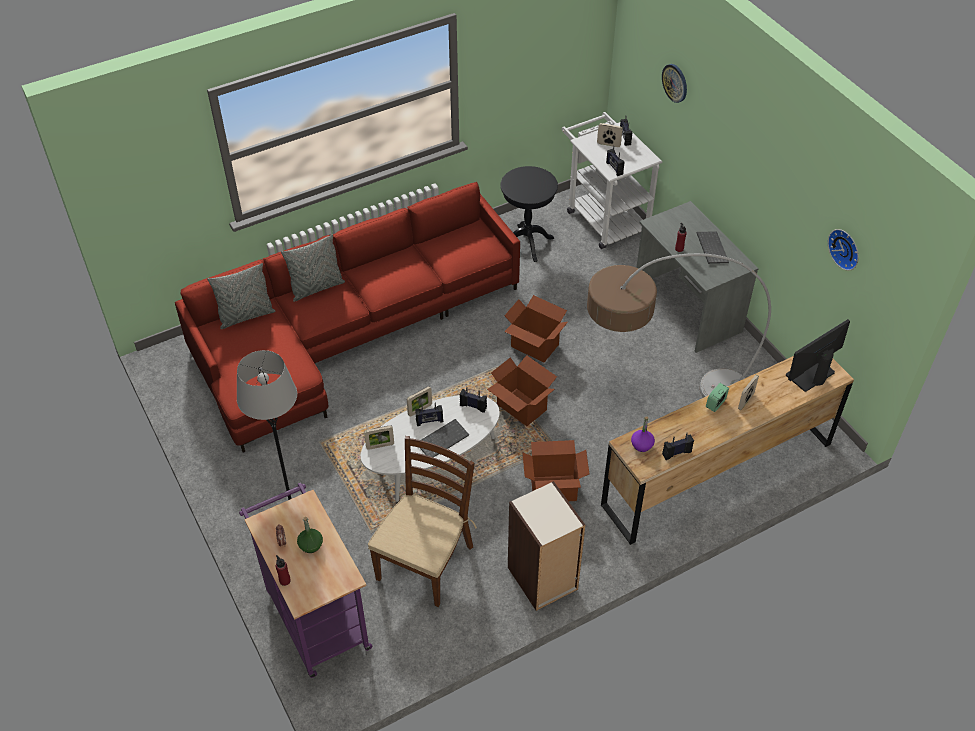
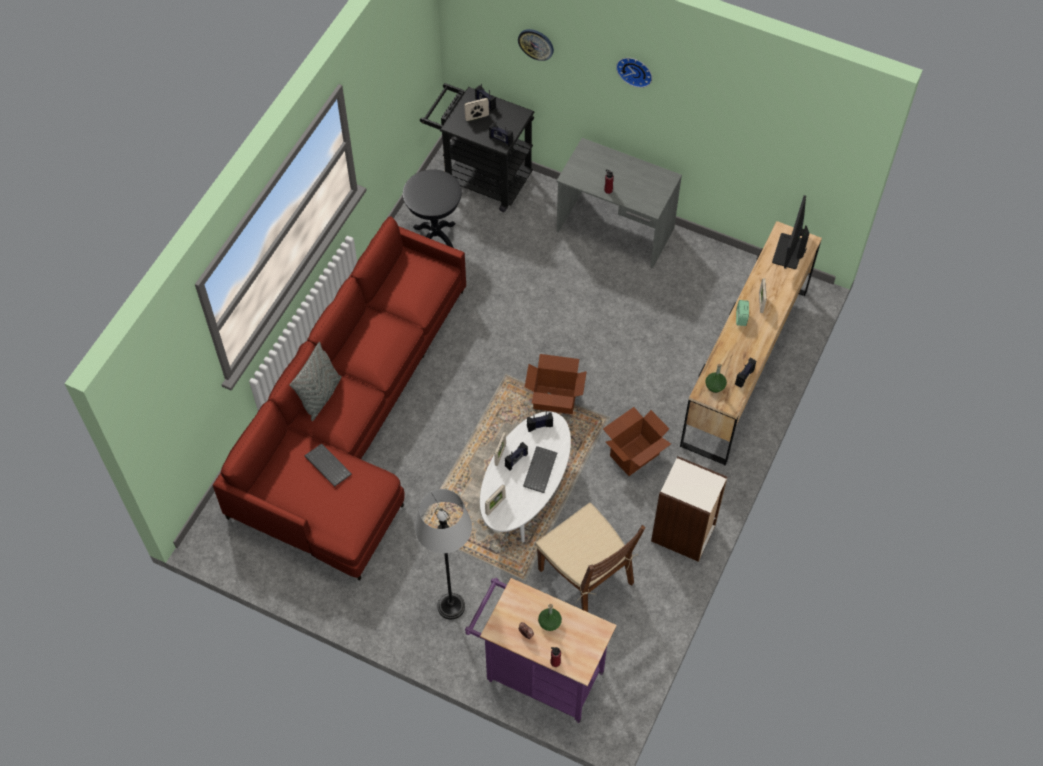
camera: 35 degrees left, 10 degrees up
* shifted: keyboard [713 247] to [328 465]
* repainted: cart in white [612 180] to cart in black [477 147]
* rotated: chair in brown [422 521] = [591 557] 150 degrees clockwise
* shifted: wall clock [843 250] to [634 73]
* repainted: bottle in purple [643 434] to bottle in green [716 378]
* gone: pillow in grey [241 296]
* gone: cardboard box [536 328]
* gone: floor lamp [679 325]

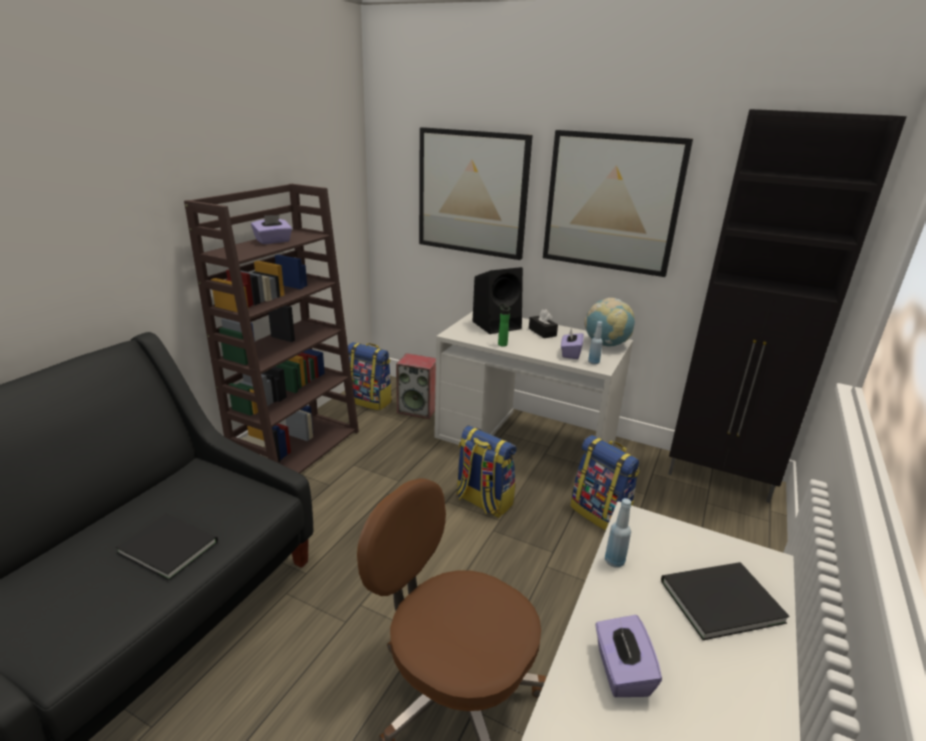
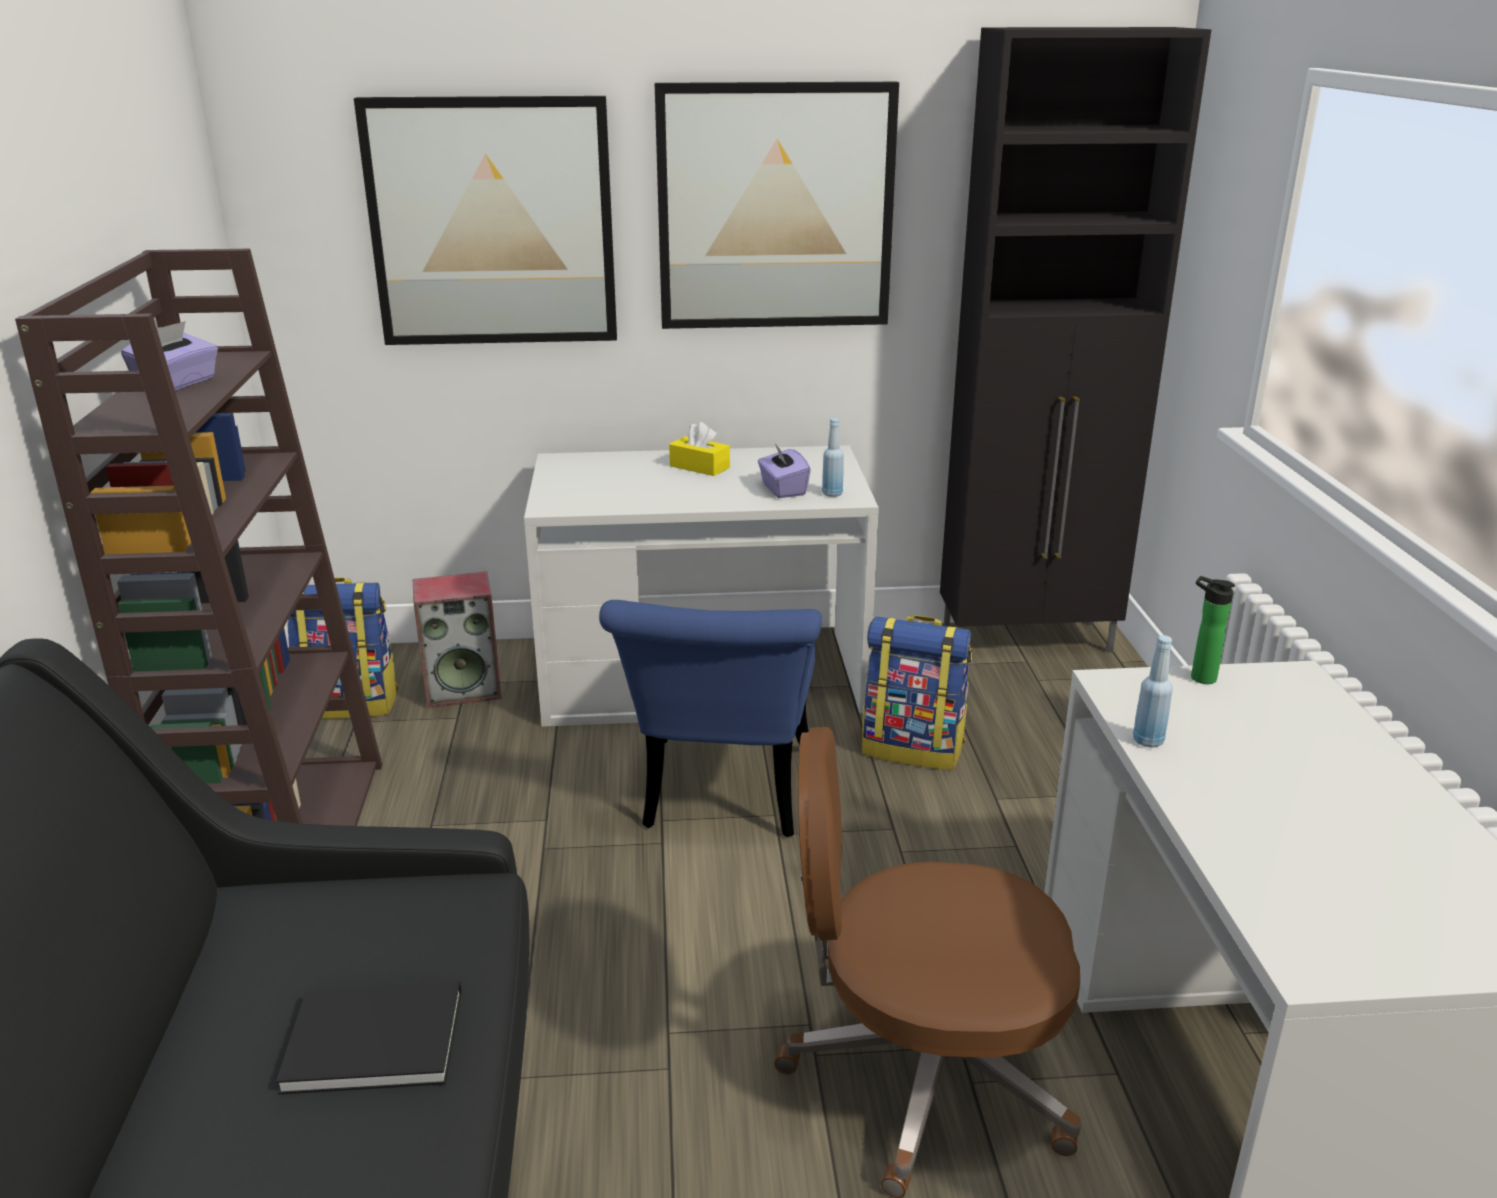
camera: 30 degrees left, 0 degrees up
* swapped: backpack [486 472] to chair in blue [710 718]
* repainted: tissue box in black [543 323] to tissue box in yellow [699 449]
* shifted: bottle [504 325] to [1213 630]
* gone: speaker in black [498 300]
* gone: globe [609 322]
* gone: tissue box in purple [628 656]
* gone: book in black [725 601]

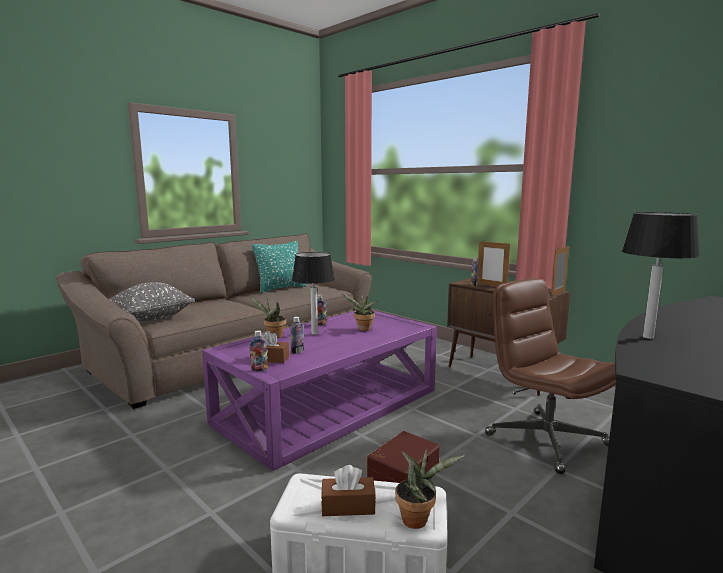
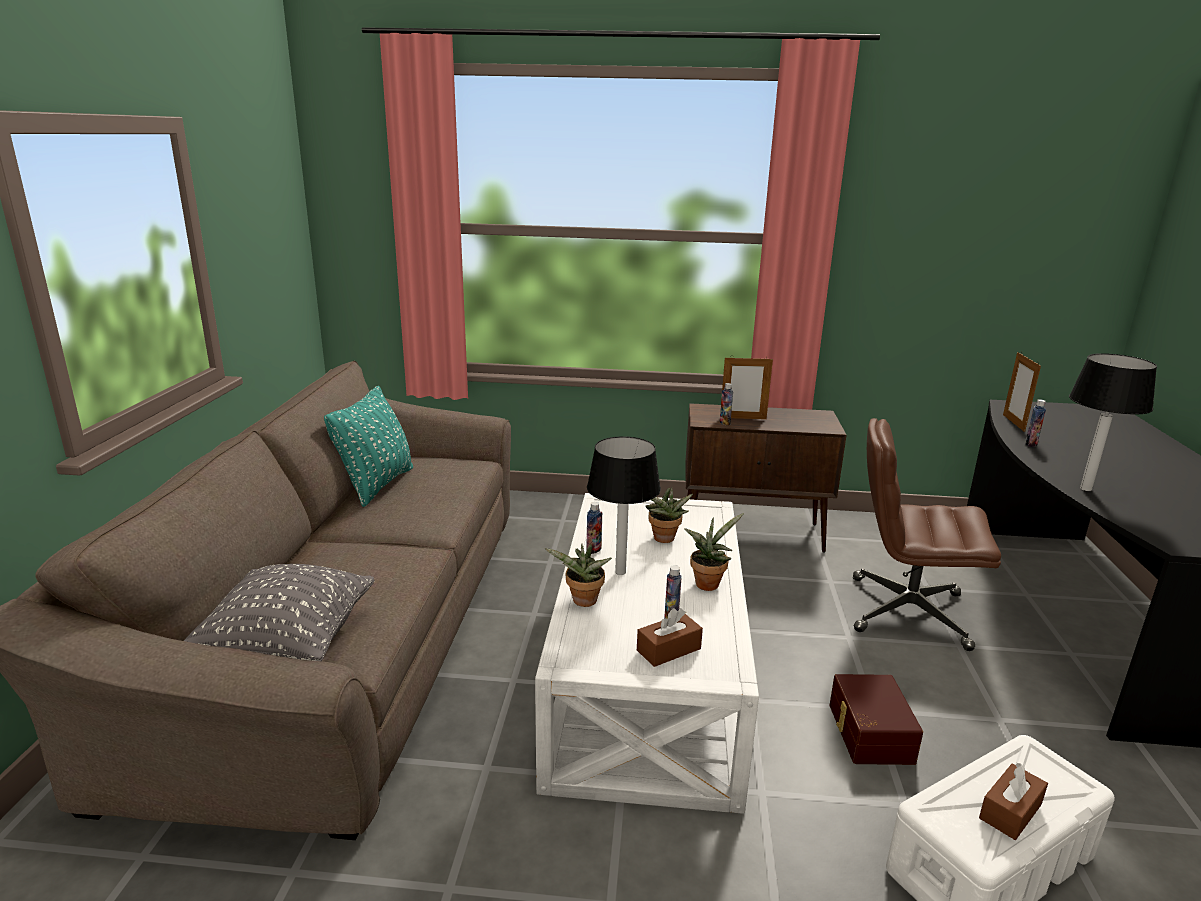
camera: 40 degrees left, 10 degrees up
* repainted: coffee table in purple [319 390] to coffee table in white [647 653]
* shifted: potted plant [429 488] to [714 552]
* shifted: picture frame [560 271] to [1022 392]
* shifted: bottle [259 350] to [1035 423]

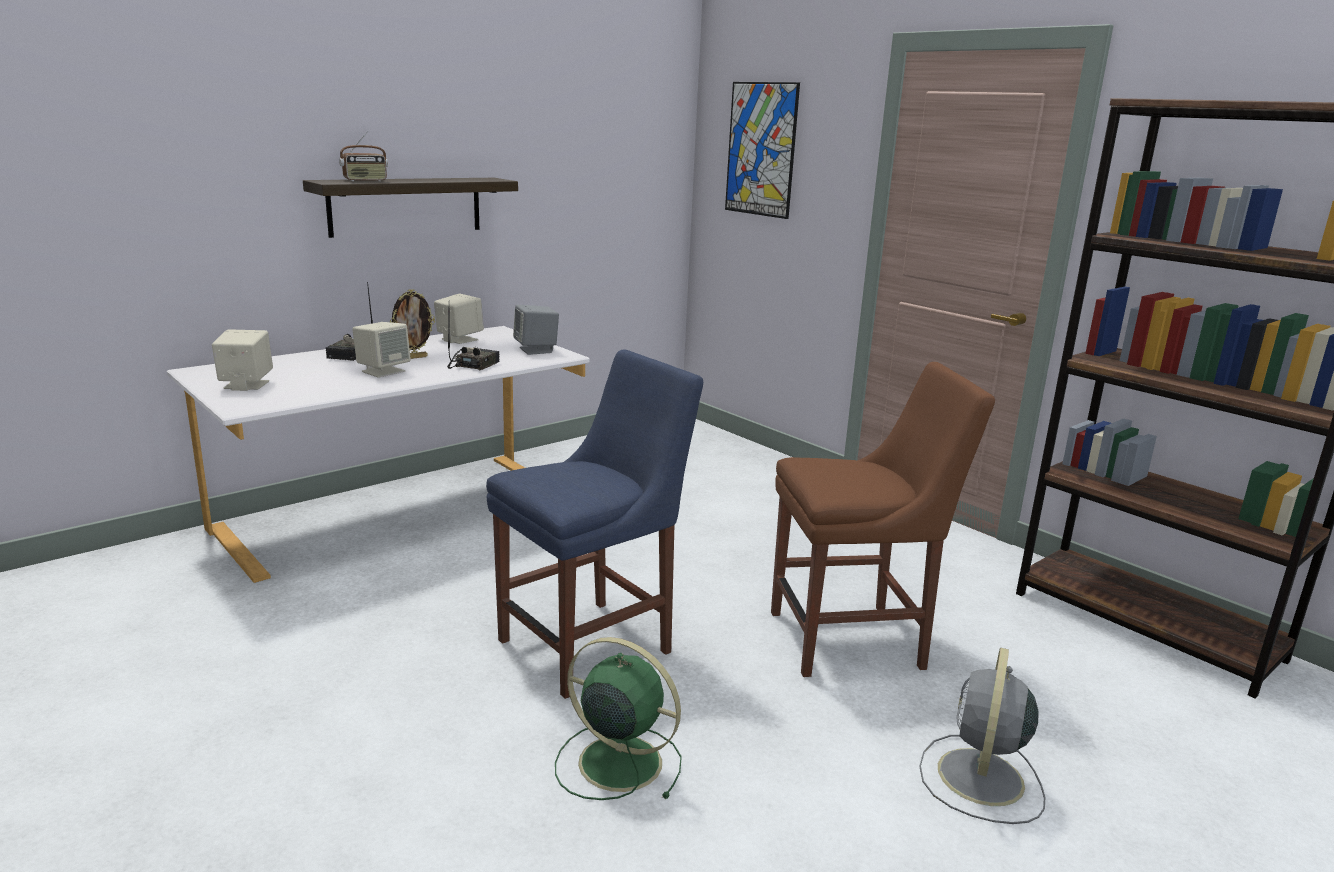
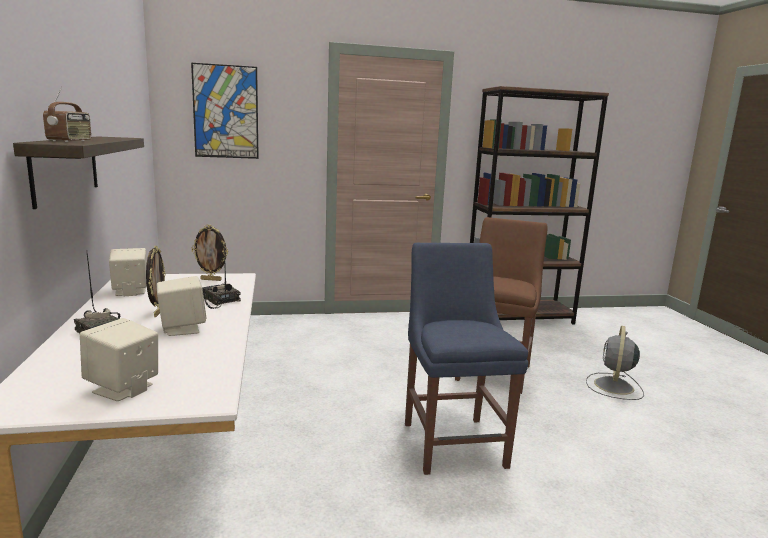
camera: 60 degrees left, 5 degrees down
* swapped: speaker in grey [536 330] to picture frame [209 253]
* rotated: fan in grey [982 735] = [615 363] 60 degrees clockwise
* gone: fan in green [618 718]

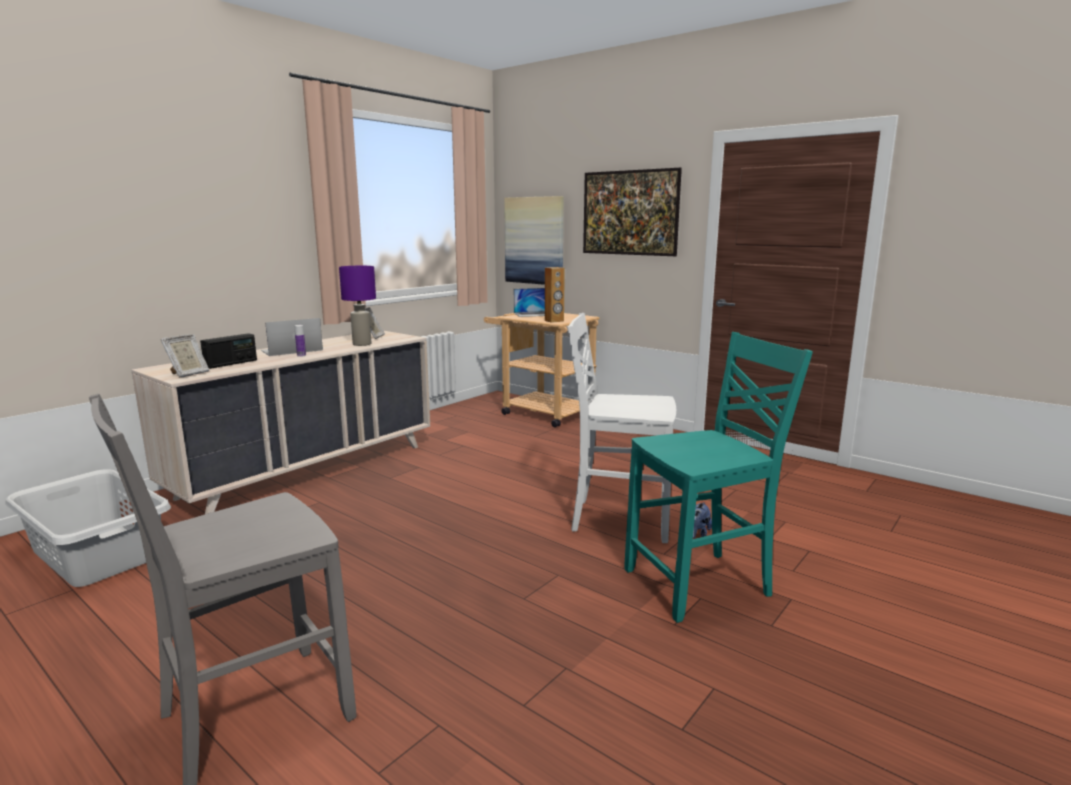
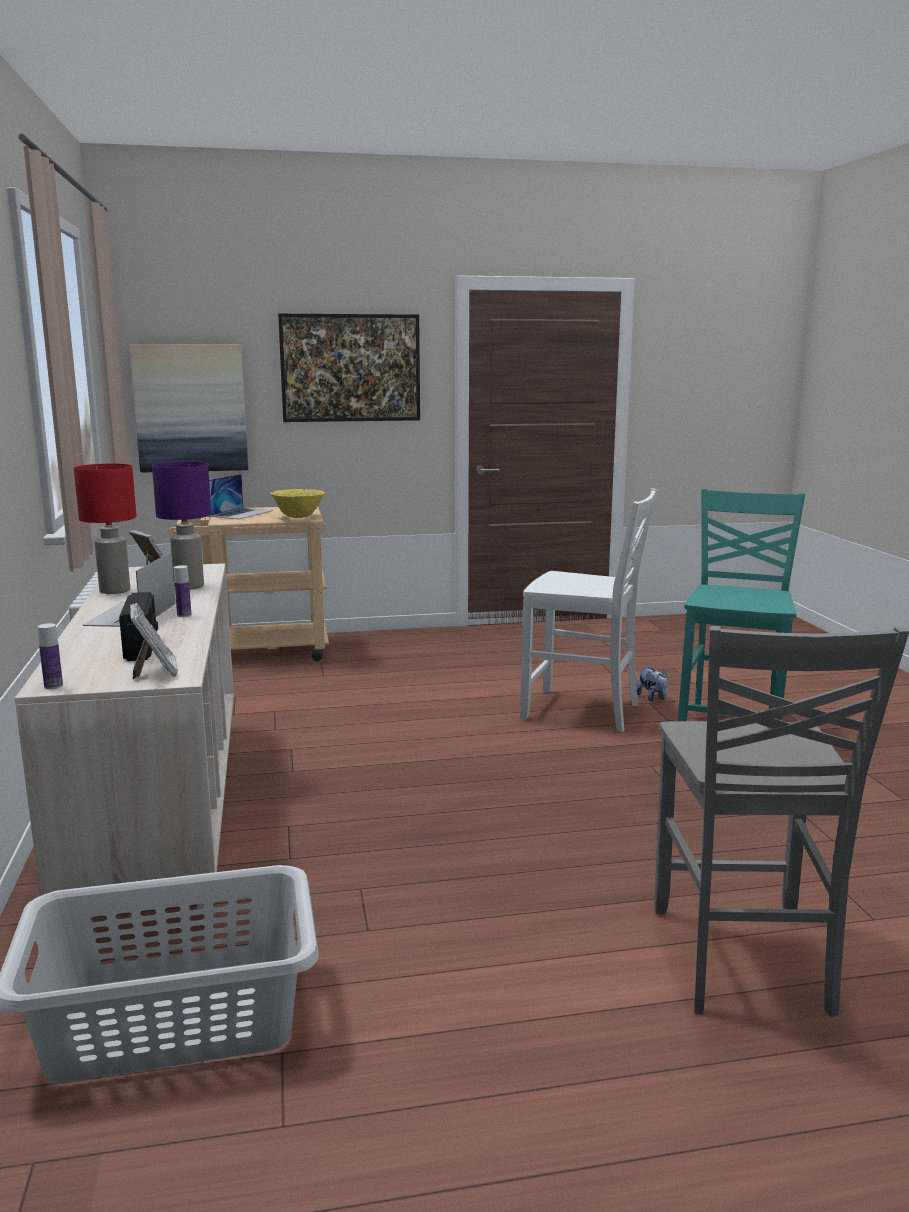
camera: 50 degrees left, 0 degrees up
* new: bottle [50 656]
* new: table lamp in red [105 528]
* swapped: speaker in brown [555 295] to bowl in yellow [297 503]
* rotated: chair in white [622 428] = [588 610] 120 degrees counterclockwise

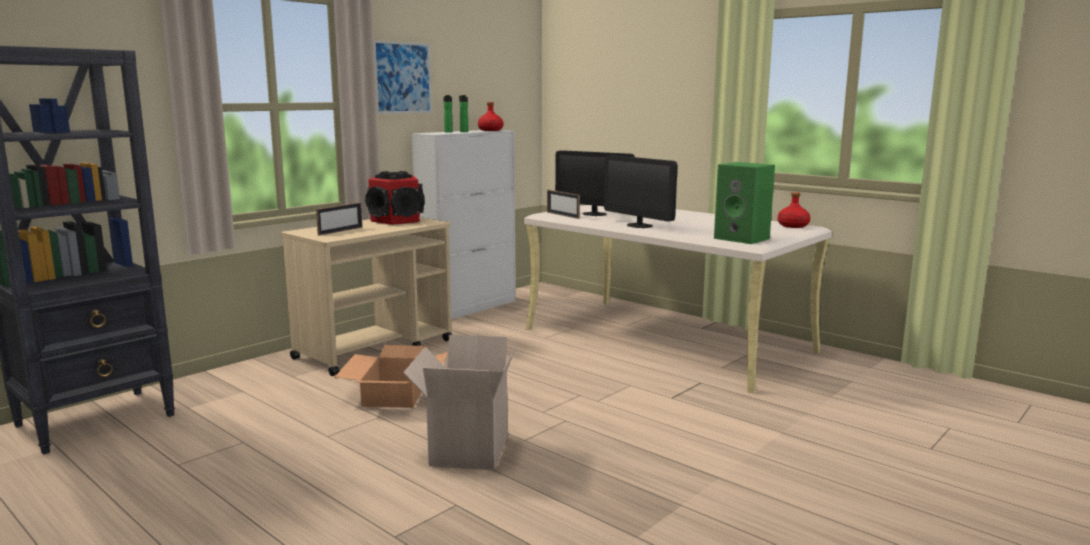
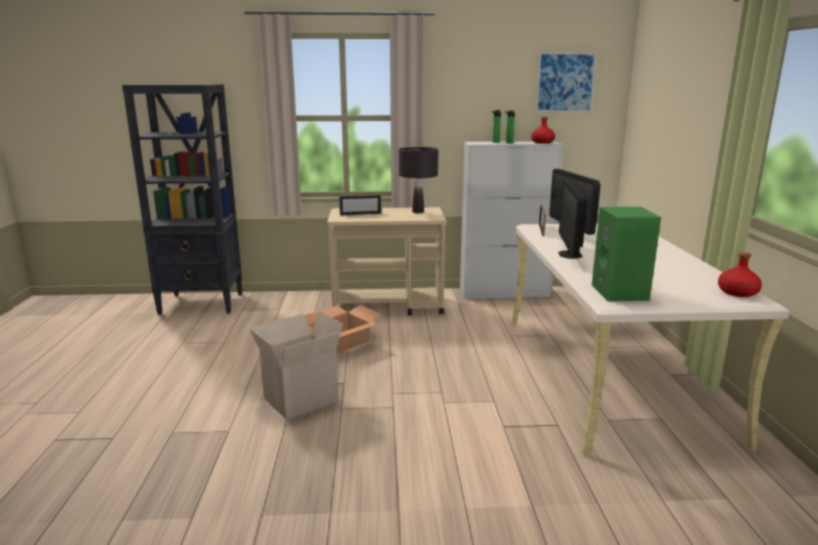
camera: 45 degrees right, 5 degrees up
* swapped: speaker [395 198] to table lamp in black [418 180]
* shifted: picture [403 77] to [566 82]

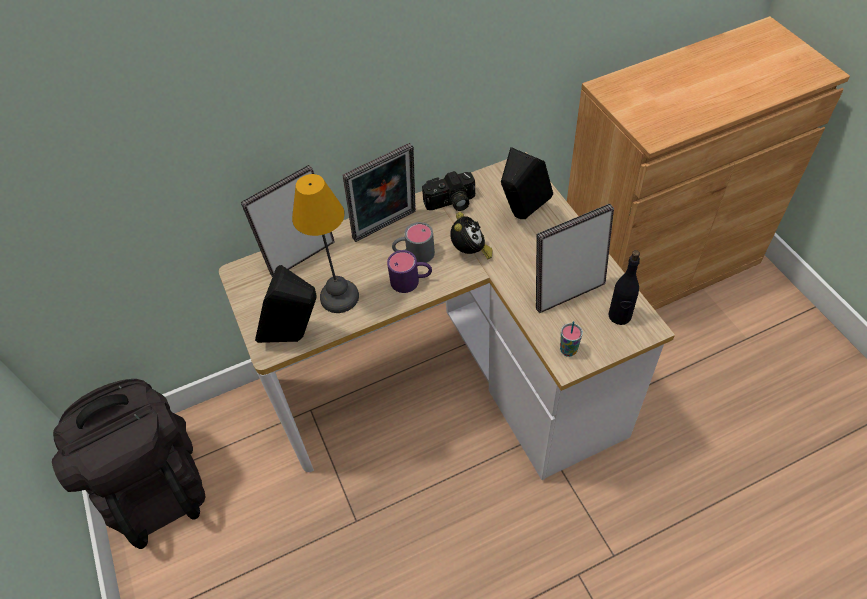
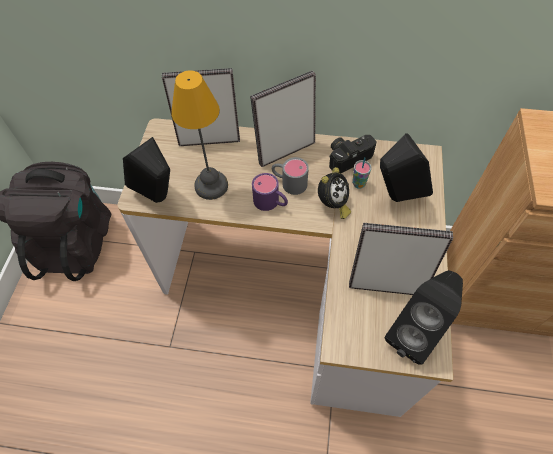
camera: 30 degrees right, 5 degrees up
* rotated: picture frame [379 192] = [283 119] 150 degrees clockwise
* rotated: photo camera [448 191] = [353 154] 135 degrees clockwise
* shifted: cup [571 339] to [361 173]
* swapped: bottle in black [624 287] to speaker in black [424 317]

